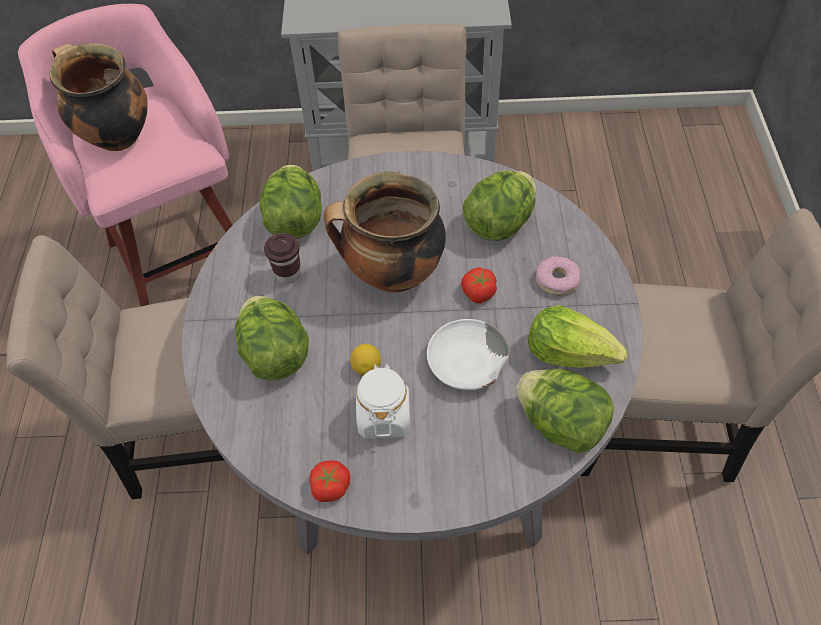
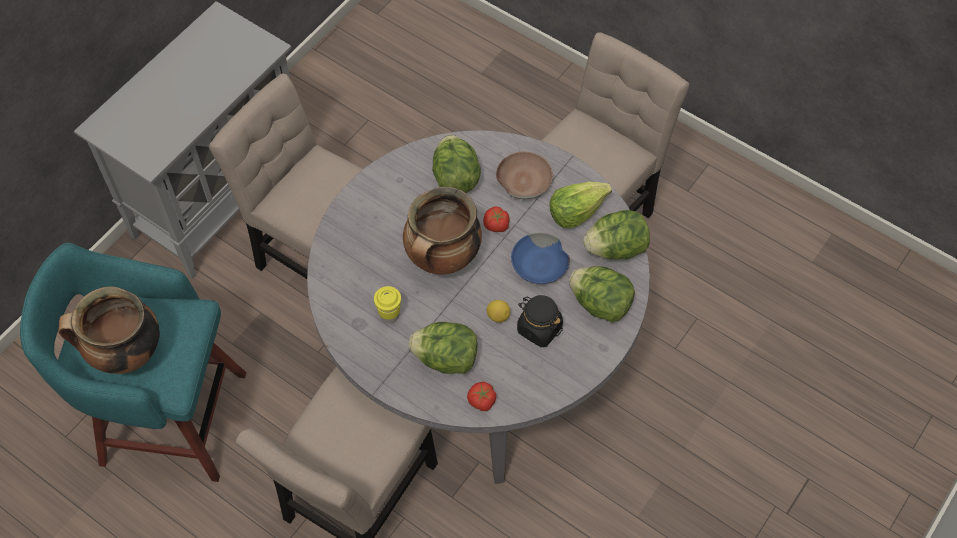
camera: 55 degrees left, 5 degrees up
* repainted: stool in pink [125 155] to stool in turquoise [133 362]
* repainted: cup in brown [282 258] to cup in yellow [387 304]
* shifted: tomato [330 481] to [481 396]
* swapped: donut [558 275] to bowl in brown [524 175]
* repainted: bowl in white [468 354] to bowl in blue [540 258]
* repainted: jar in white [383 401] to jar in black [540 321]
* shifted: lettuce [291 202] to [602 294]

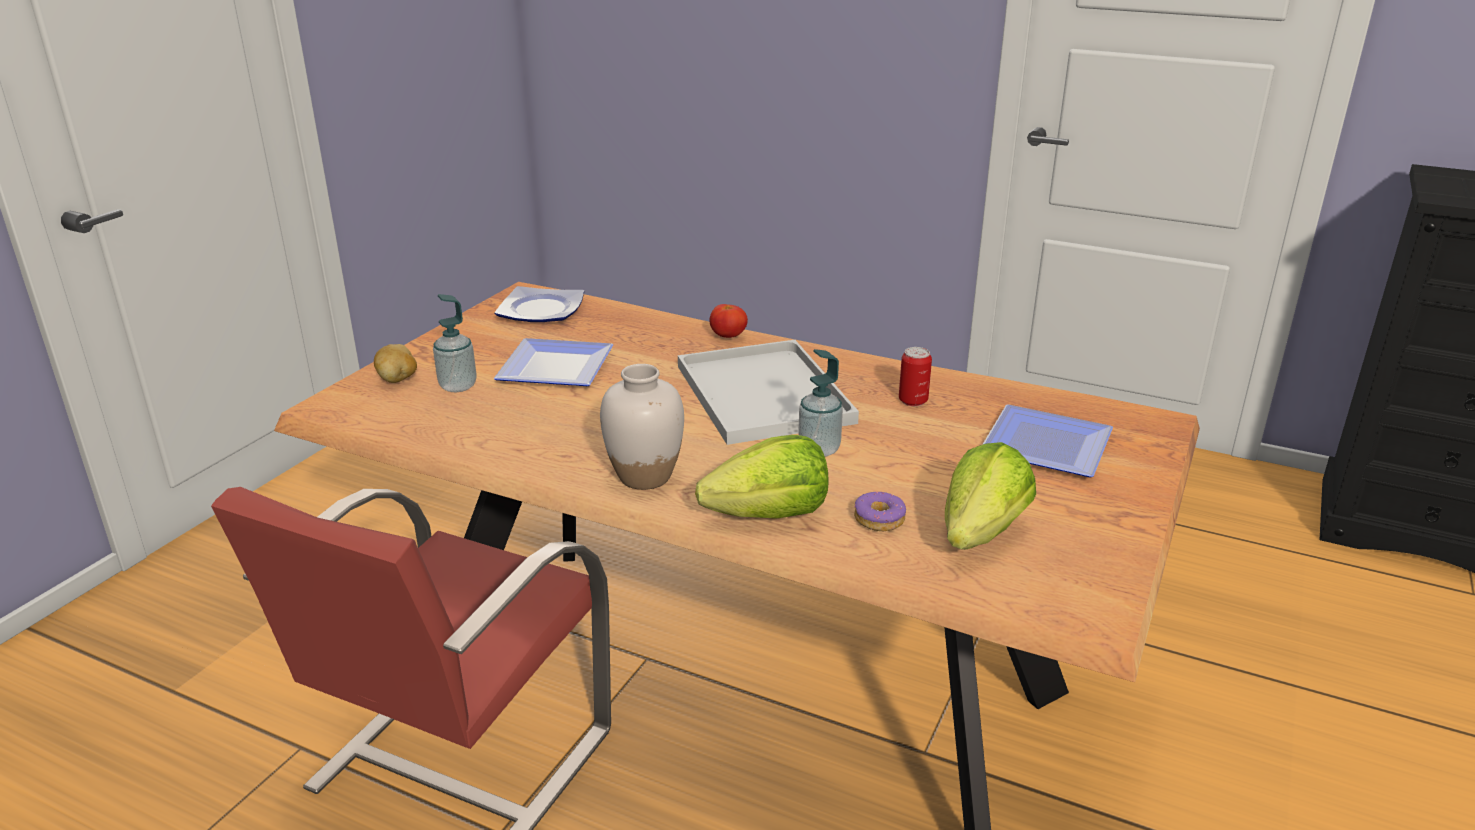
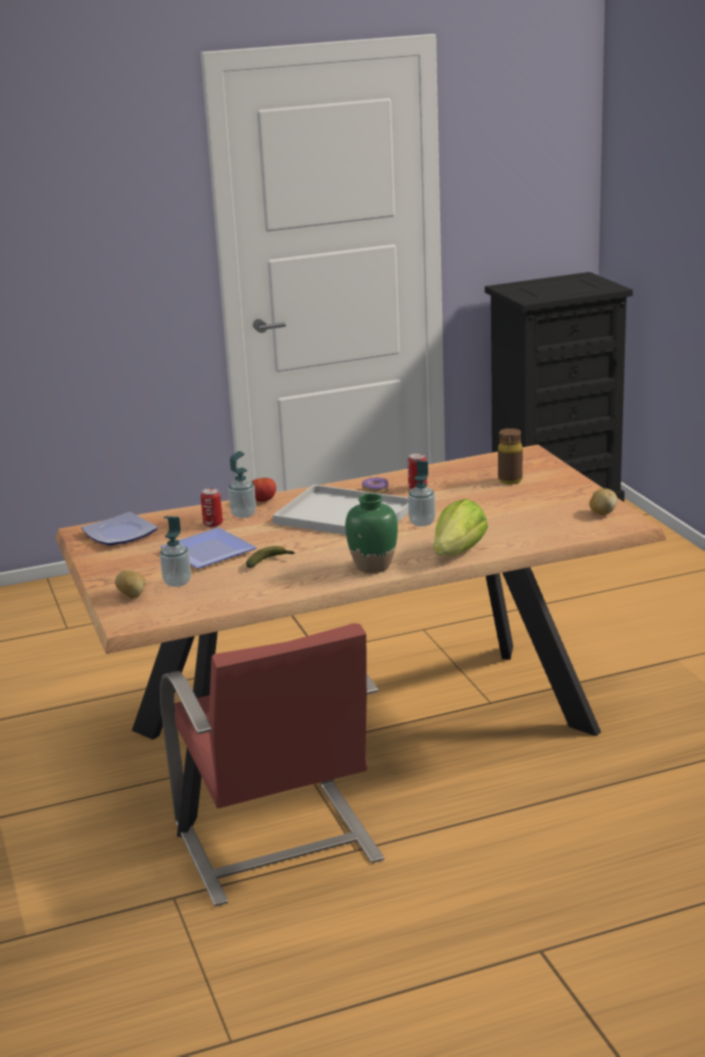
camera: 45 degrees left, 5 degrees down
* new: can [212 507]
* new: soap dispenser [242 484]
* new: banana [270 557]
* repainted: vase in white [642 427] to vase in green [371 533]
* shifted: donut [880 511] to [375 485]
* swapped: plate [1047 441] to bottle in brown [510 456]
* new: potato [603 501]
* gone: lettuce [990 496]

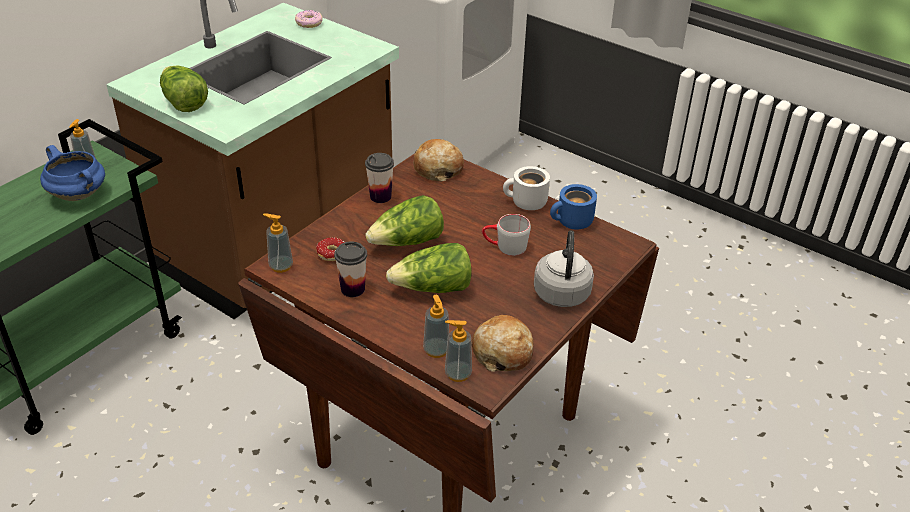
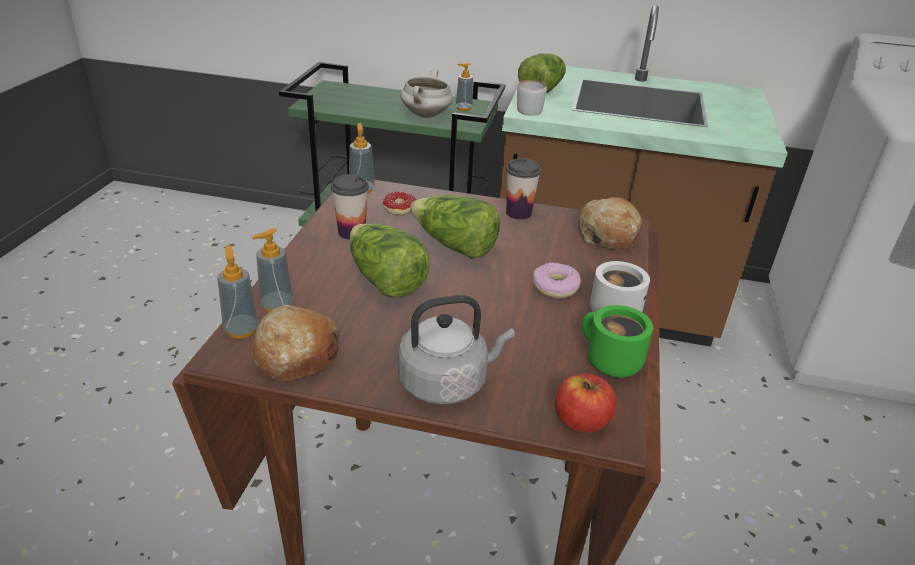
camera: 65 degrees right, 5 degrees down
* repainted: cooking pot in blue [72 173] to cooking pot in white [426 93]
* shifted: mug in grey [506 235] to [532 97]
* shifted: donut [309 19] to [556 280]
* new: apple [585 403]
* repainted: mug in blue [573 206] to mug in green [617 341]

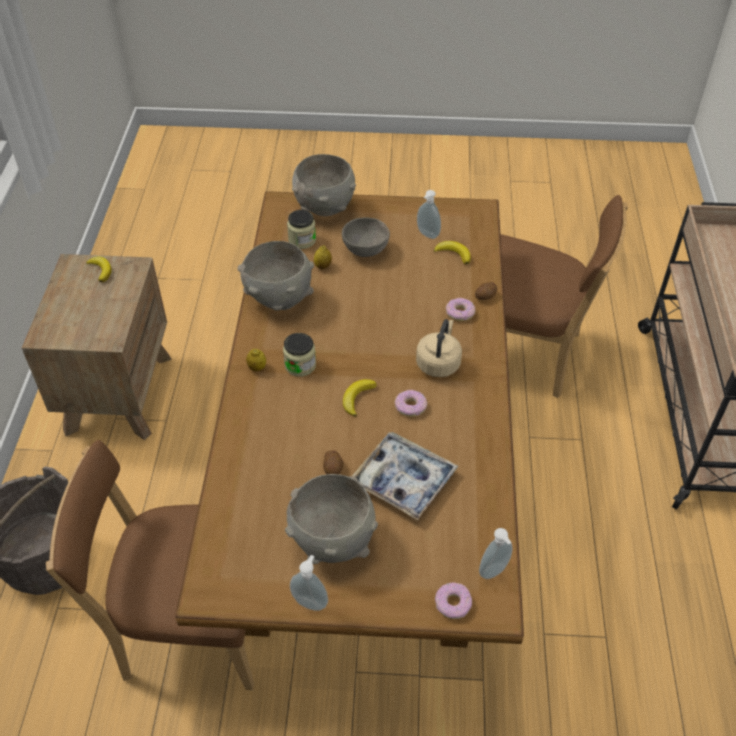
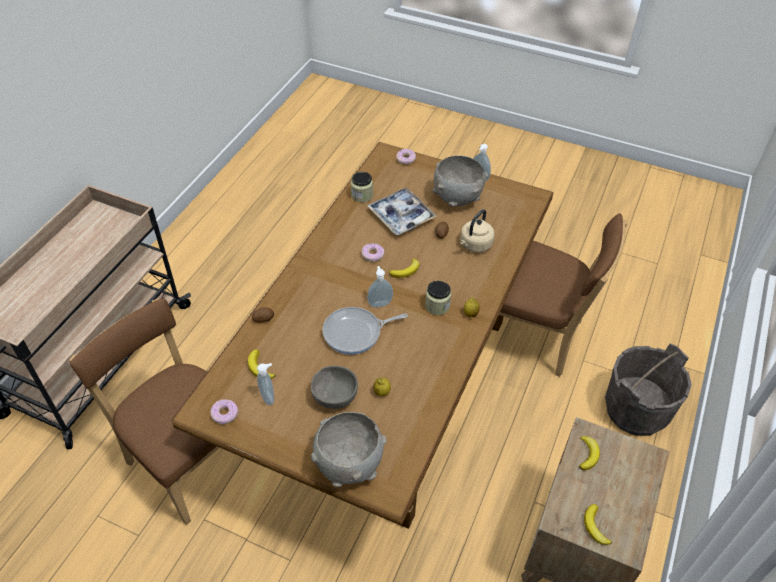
camera: 160 degrees left, 0 degrees up
* shifted: donut [460 309] to [224 411]
* new: frying pan [365 331]
* shifted: jar [301 229] to [362 187]
* shifted: soap dispenser [496 553] to [380 287]
* shifted: kettle in beige [439 348] to [477 231]
* new: banana [589 453]
* gone: bowl in grey [275 276]

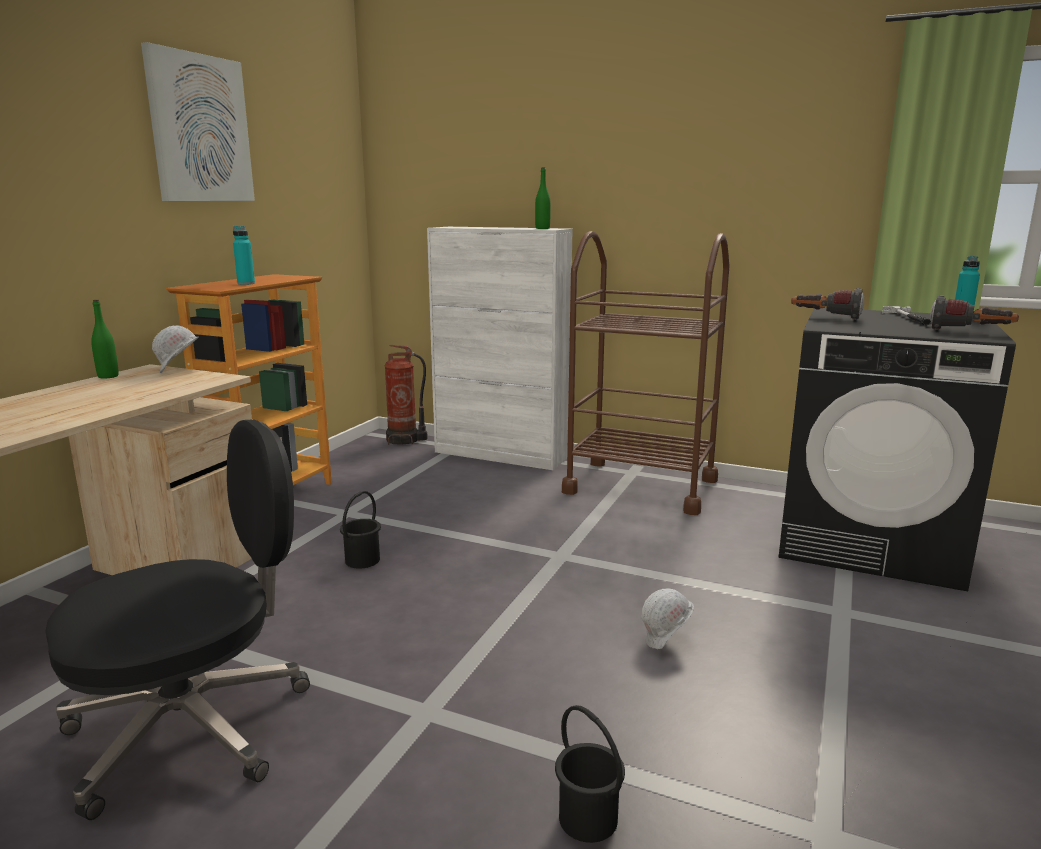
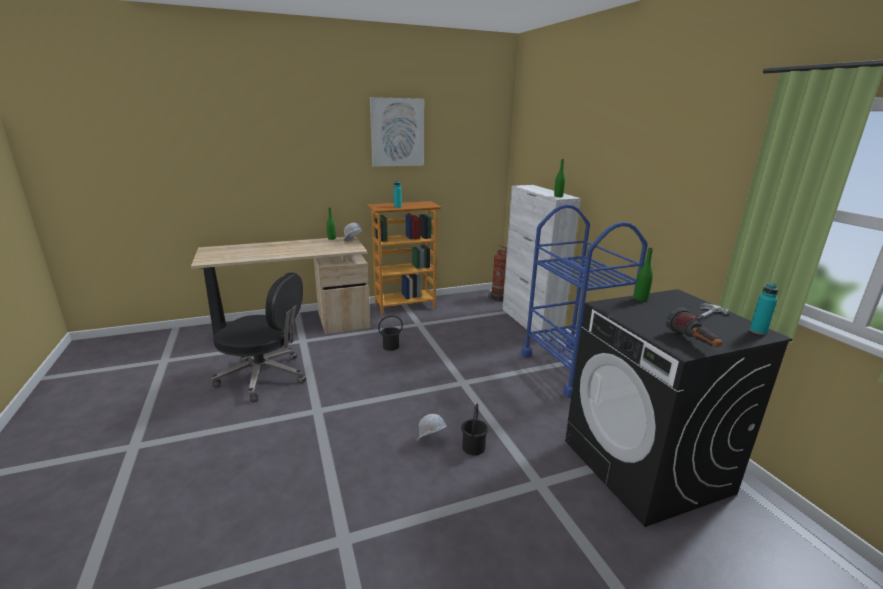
camera: 45 degrees right, 5 degrees up
* shifted: bucket in black [590 774] to [474 430]
* repainted: cart in brown [646 373] to cart in blue [584 301]
* swapped: flashlight [827 304] to bottle in green [643 274]

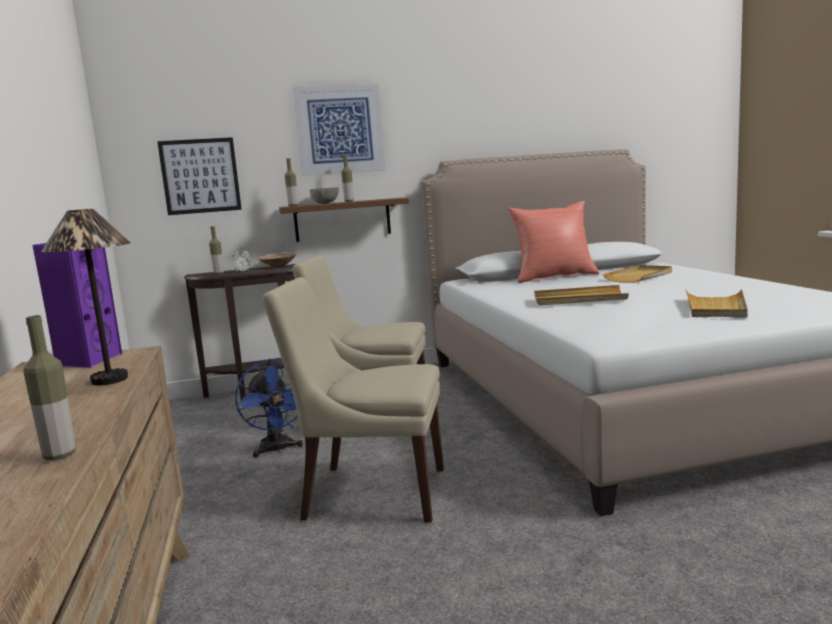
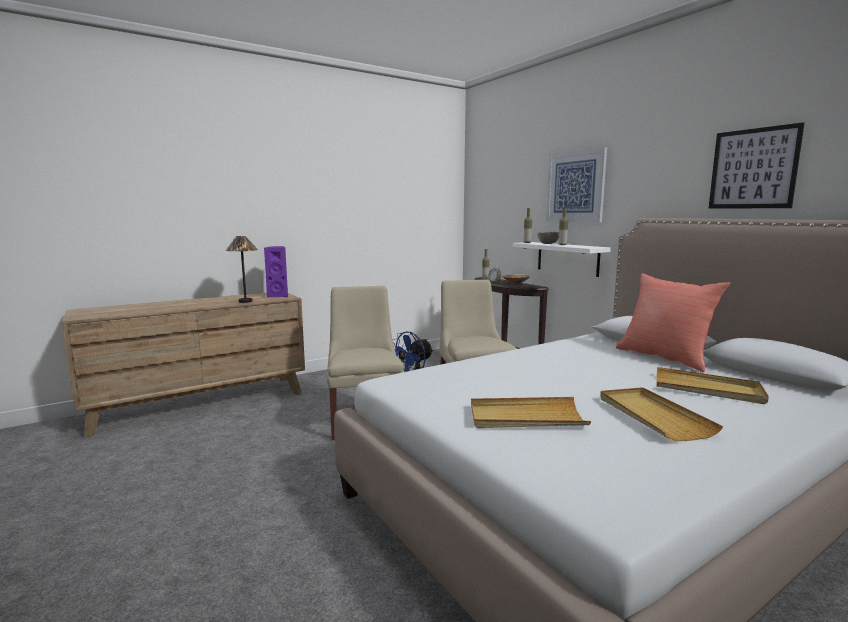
camera: 70 degrees right, 0 degrees up
* repainted: shelf in brown [344 220] to shelf in white [562 259]
* shifted: tray in beige [581 295] to [661 414]
* shifted: picture [199 176] to [756 165]
* gone: bottle [49 387]

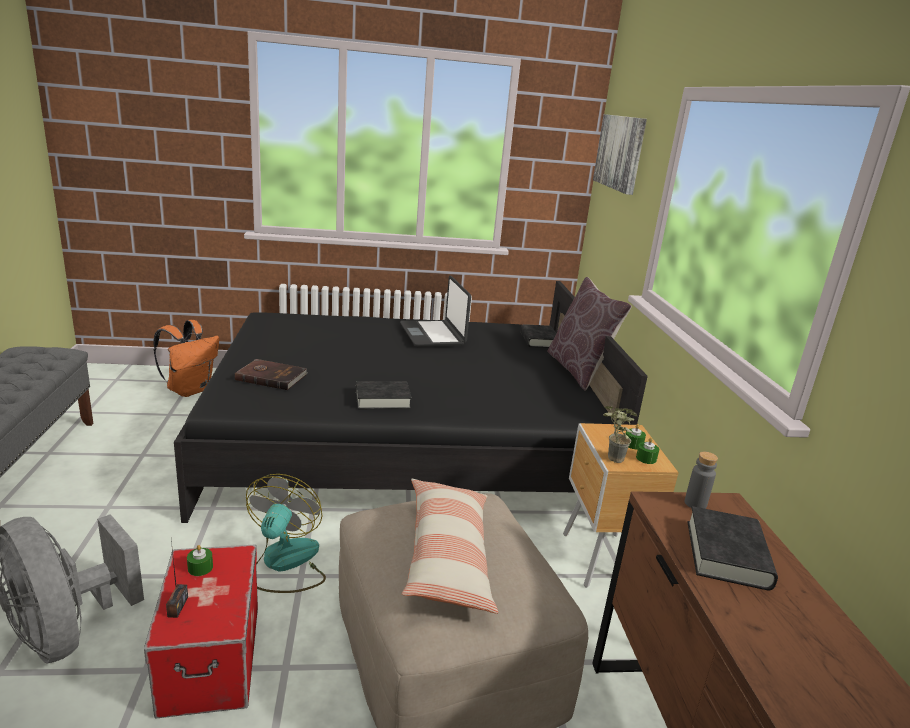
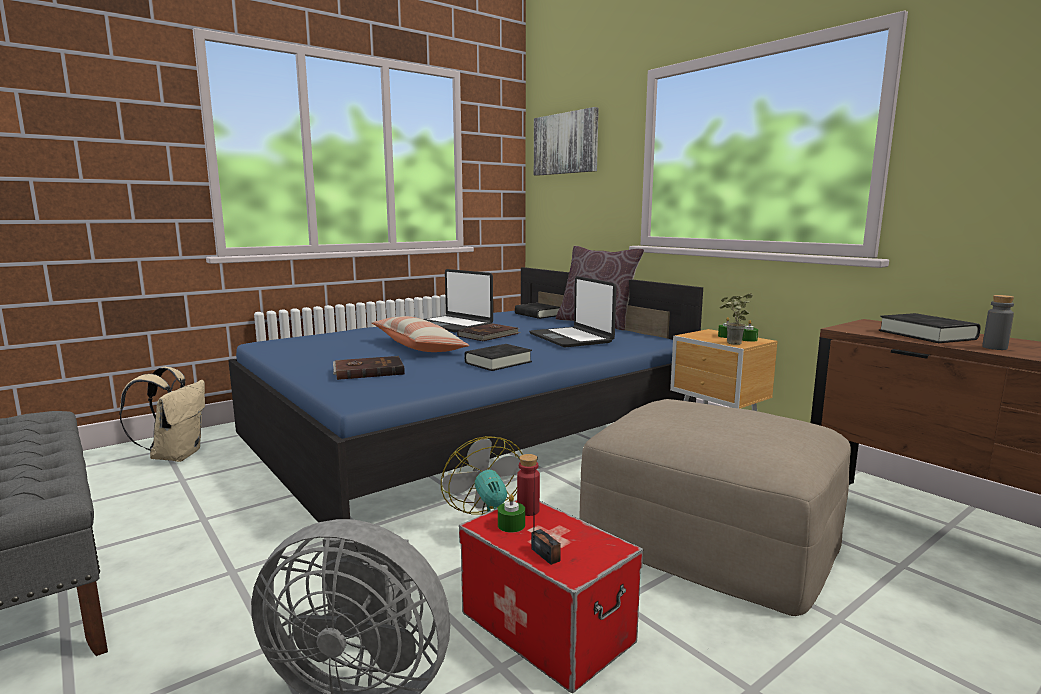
camera: 30 degrees left, 10 degrees down
* repainted: backpack in orange [186 358] to backpack in beige [162 414]
* repainted: bed in black [411 402] to bed in blue [465 394]
* shifted: pillow [450 546] to [420 334]
* new: book in brown [488 332]
* new: bottle in red [528 485]
* new: laptop [572 312]
* shifted: bottle in grey [701 480] to [998 322]

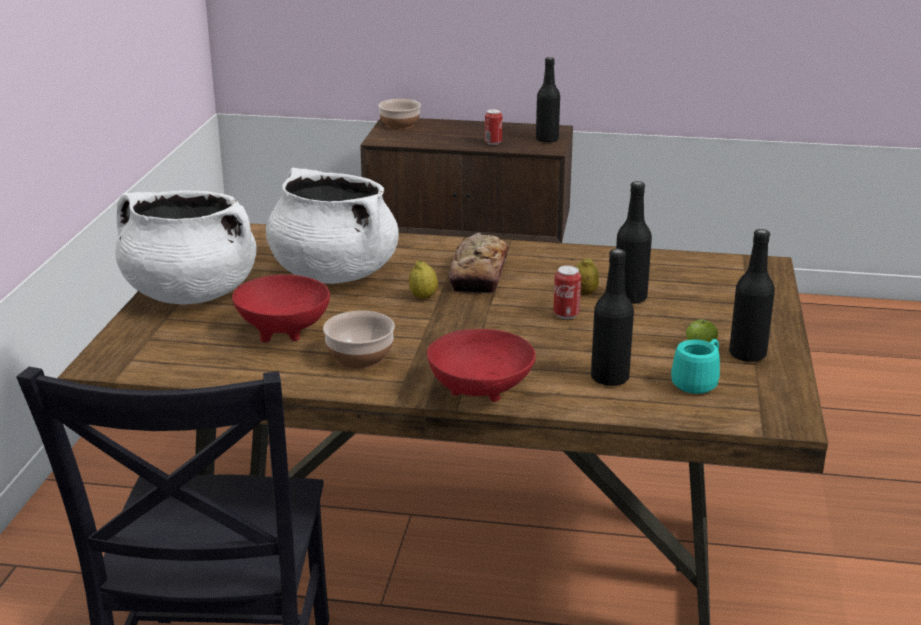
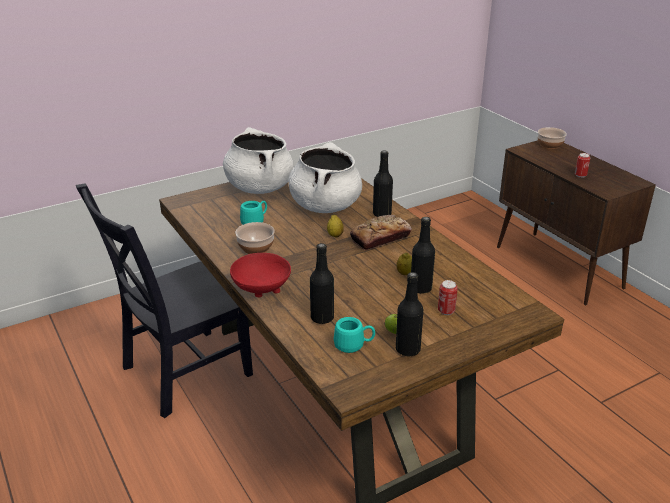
camera: 50 degrees right, 5 degrees up
* swapped: bowl in red [281 309] to mug in turquoise [253 213]
* shifted: bottle in black [548 99] to [383 183]
* shifted: can [567 292] to [448 297]

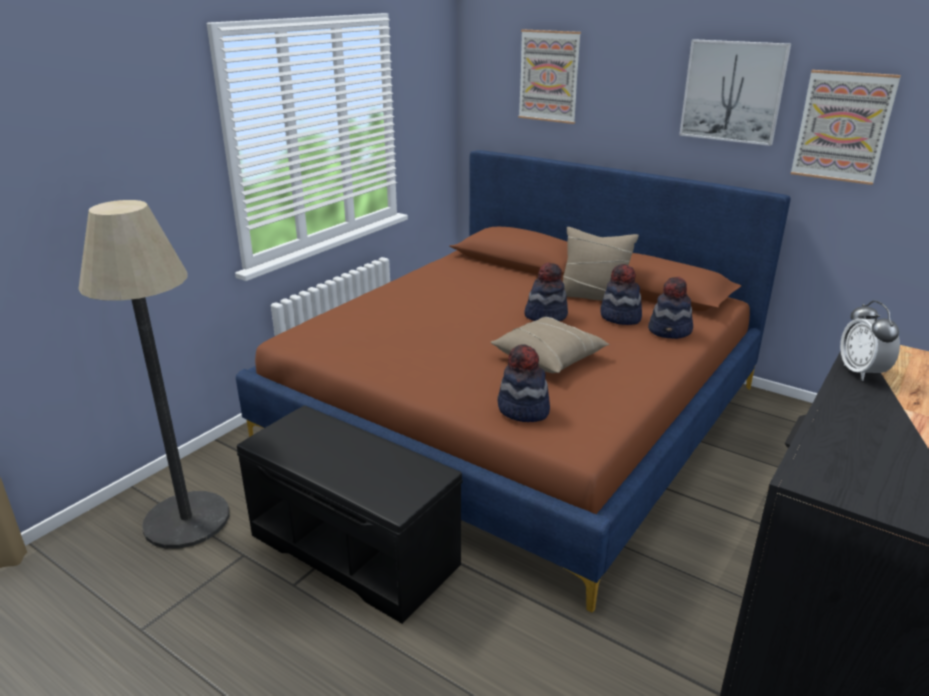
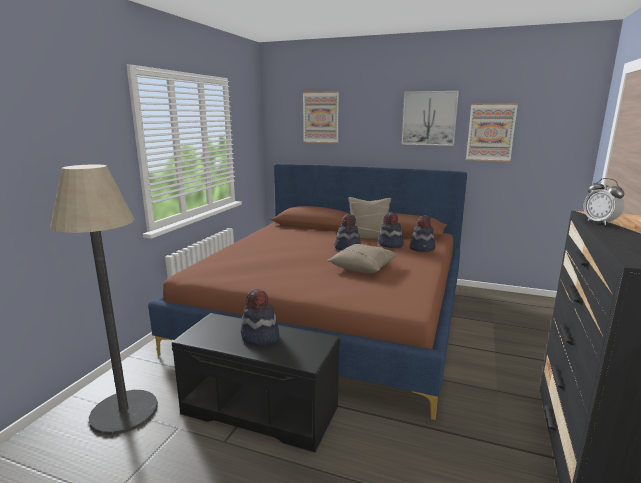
camera: 15 degrees left, 10 degrees down
* shifted: hat [524 383] to [260 317]

